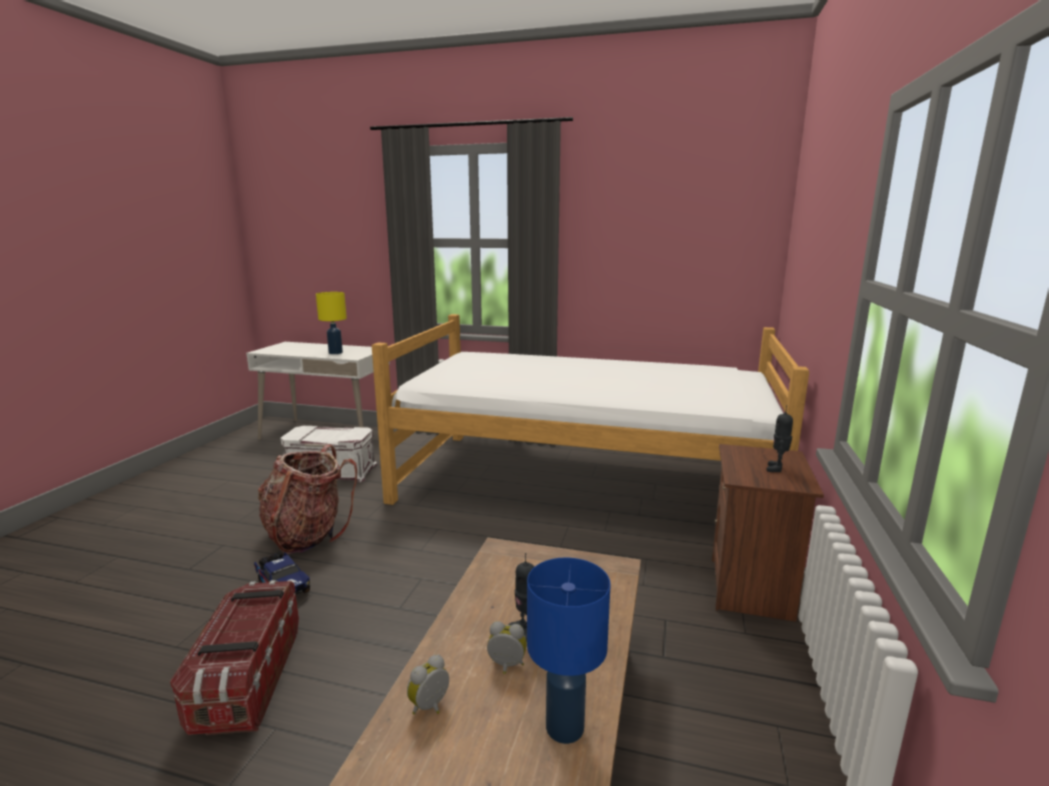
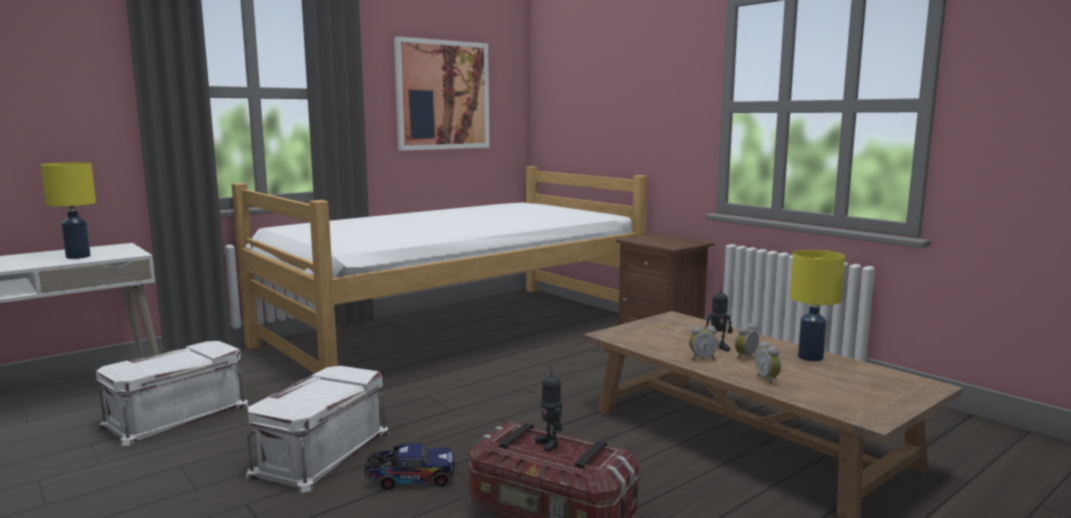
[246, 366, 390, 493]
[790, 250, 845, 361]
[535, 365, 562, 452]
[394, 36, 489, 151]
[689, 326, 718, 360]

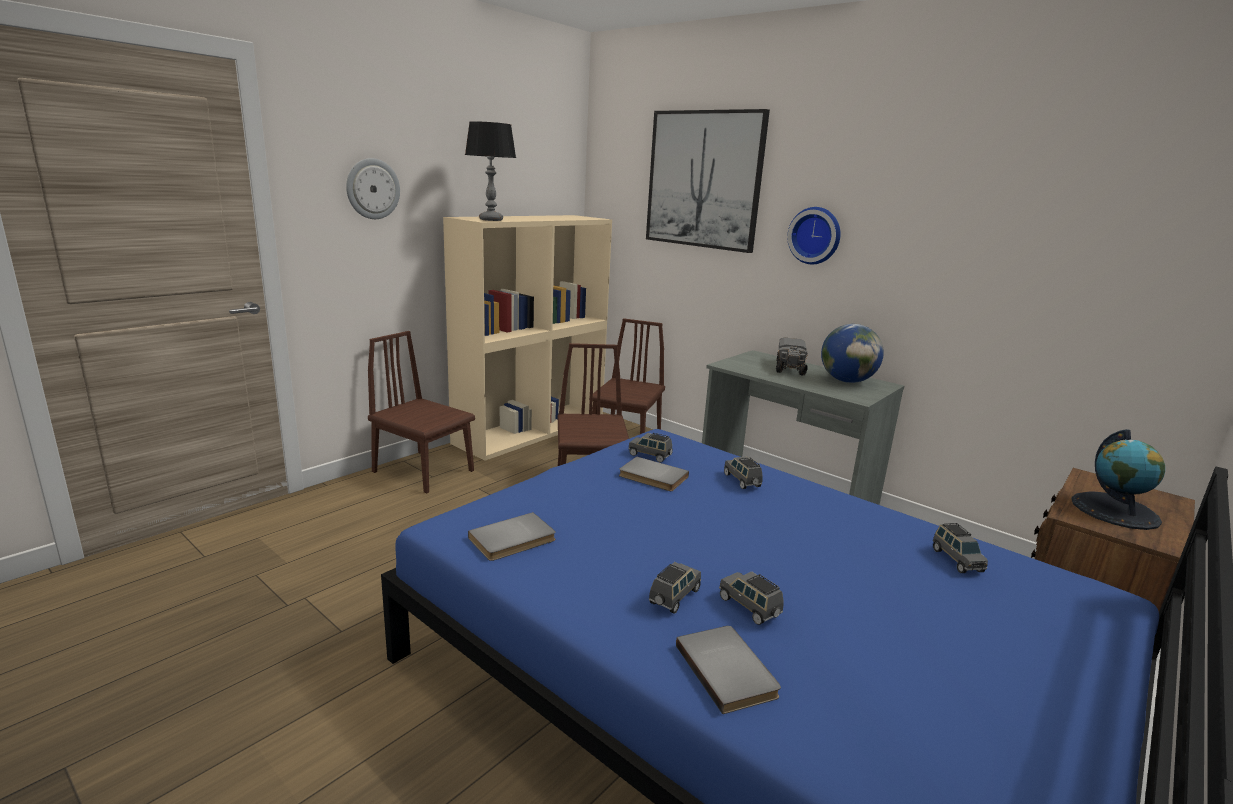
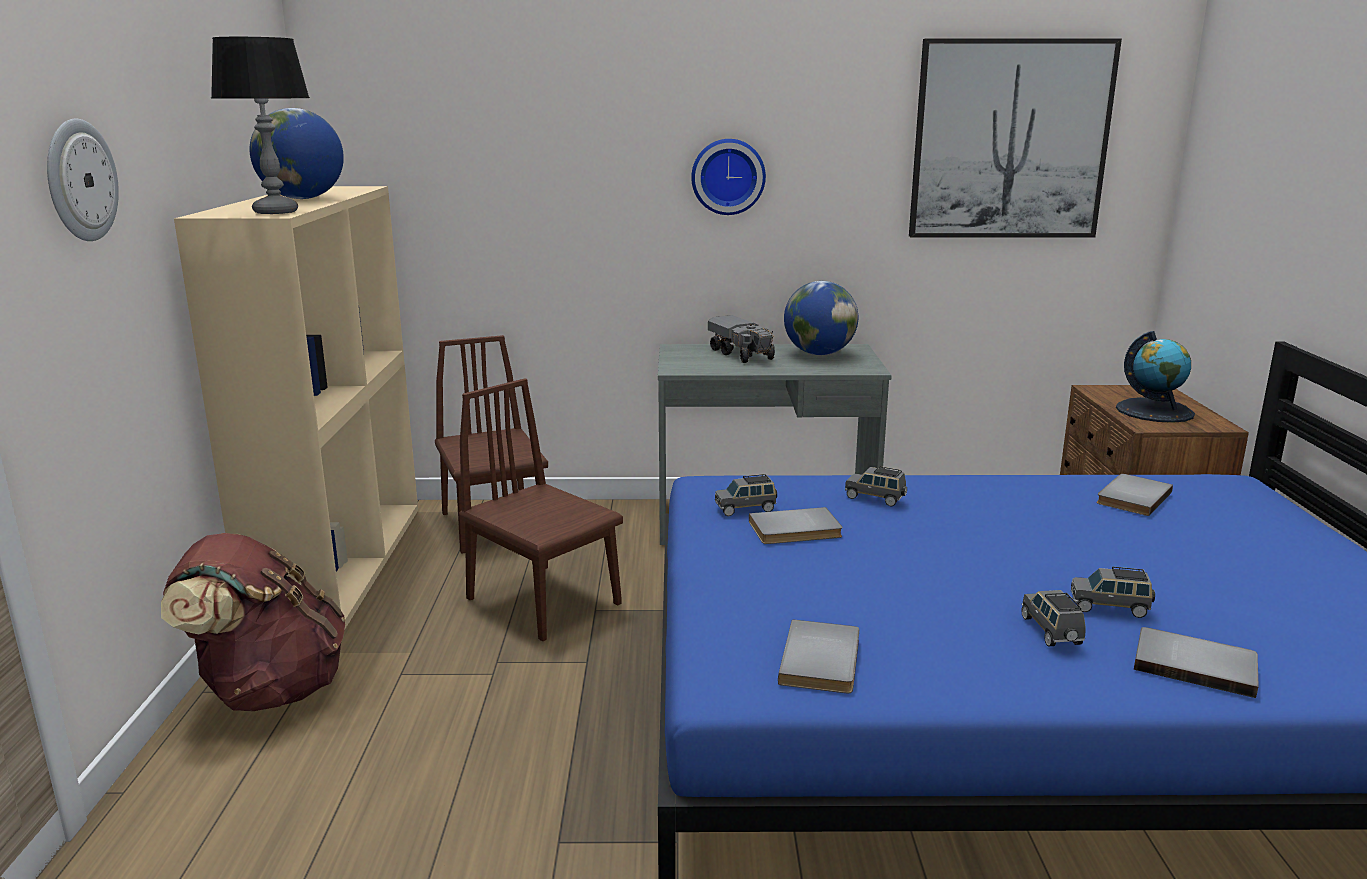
[161, 533, 346, 711]
[909, 39, 1122, 238]
[1097, 474, 1173, 516]
[250, 108, 344, 199]

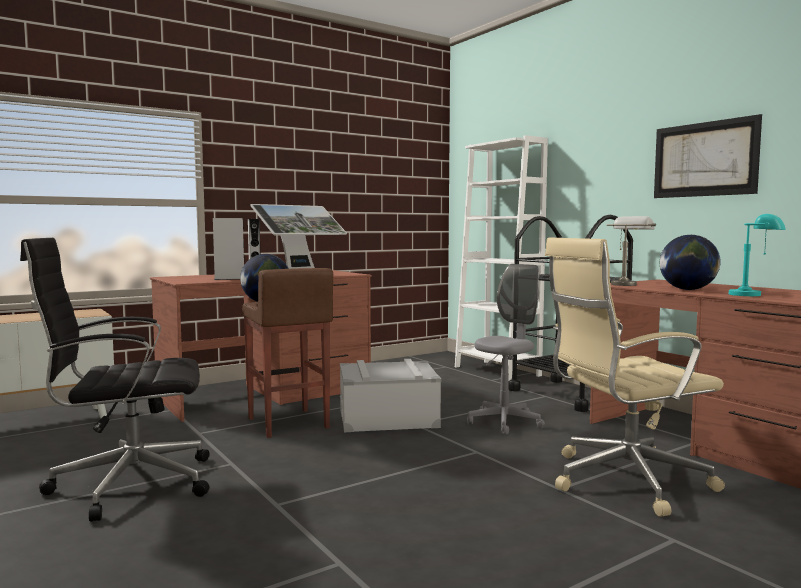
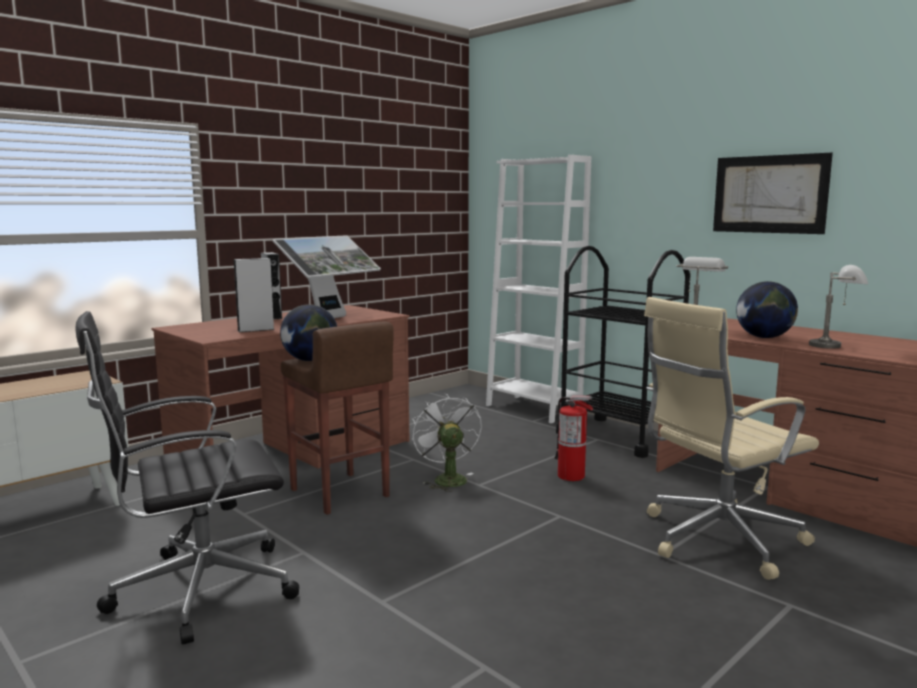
[412, 393, 482, 492]
[555, 396, 593, 481]
[809, 265, 868, 349]

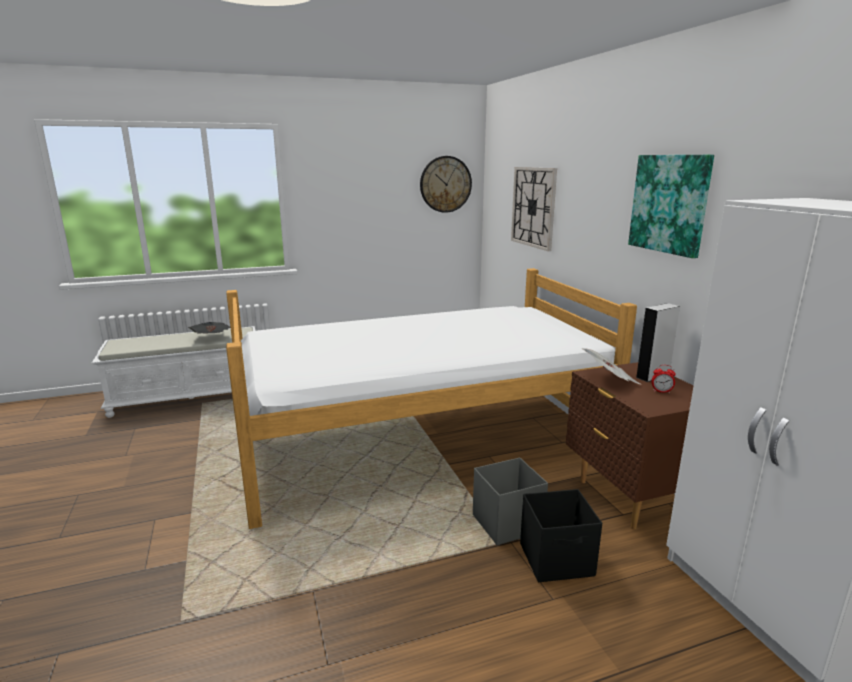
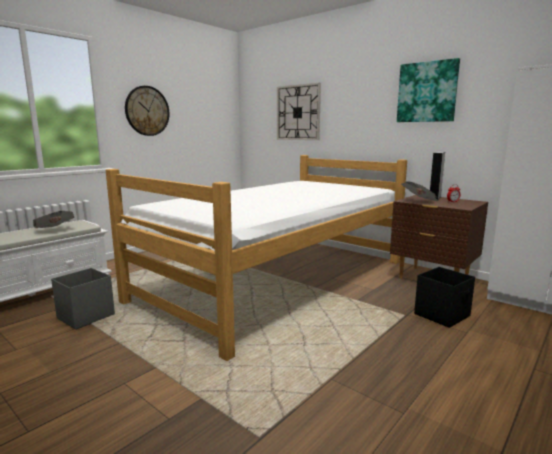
[125, 86, 169, 136]
[51, 268, 115, 330]

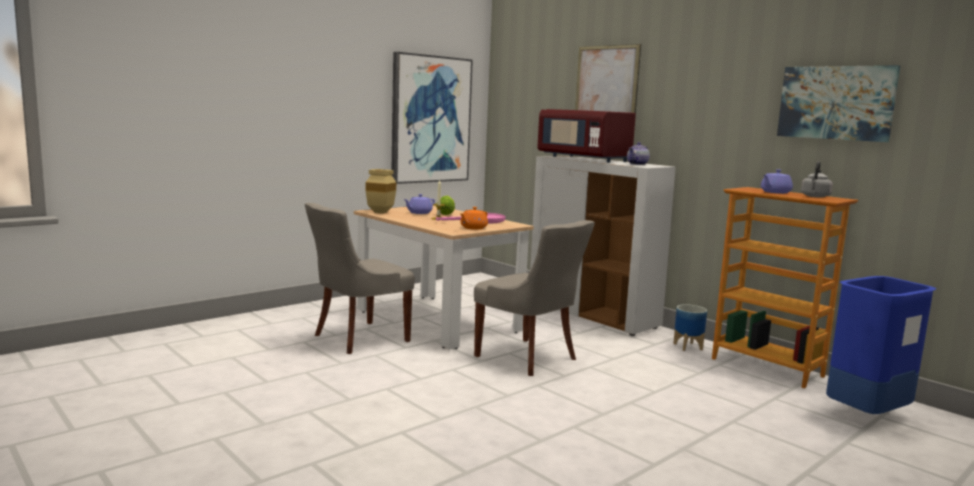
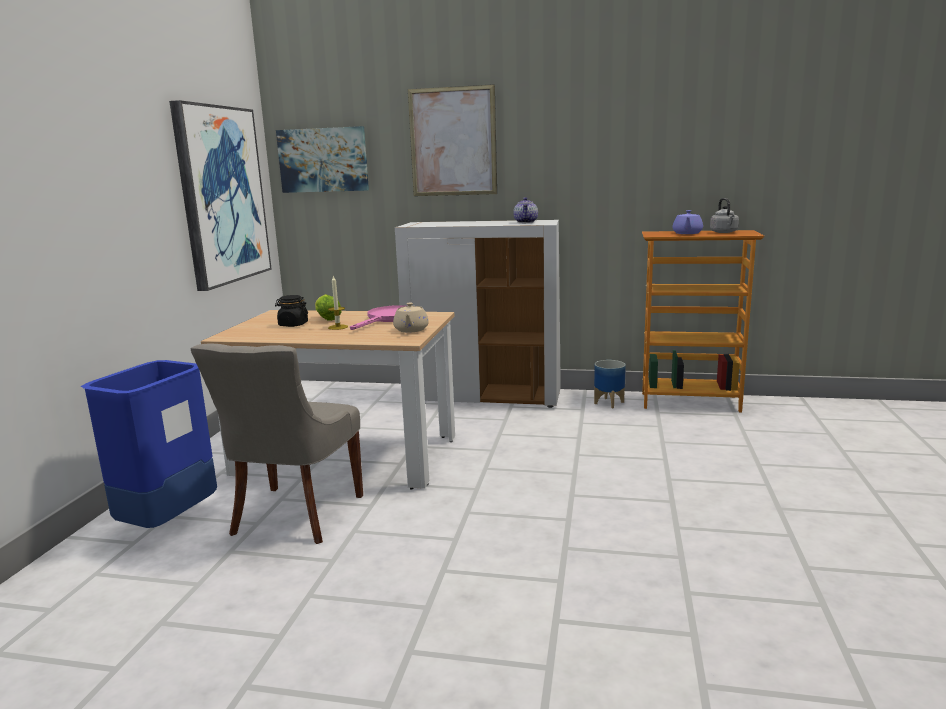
[365, 169, 396, 214] (first image)
[275, 295, 308, 327]
[393, 302, 429, 333]
[474, 220, 595, 376] (first image)
[537, 109, 636, 162] (first image)
[276, 126, 369, 193]
[81, 360, 217, 528]

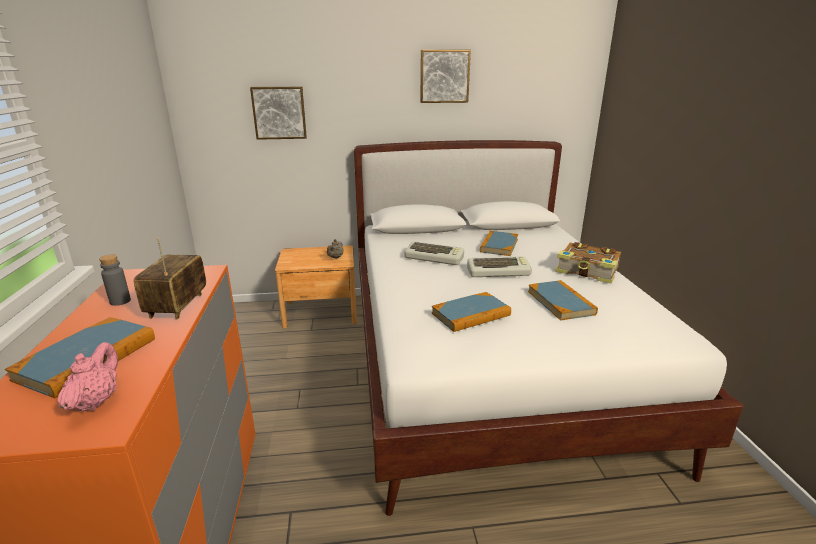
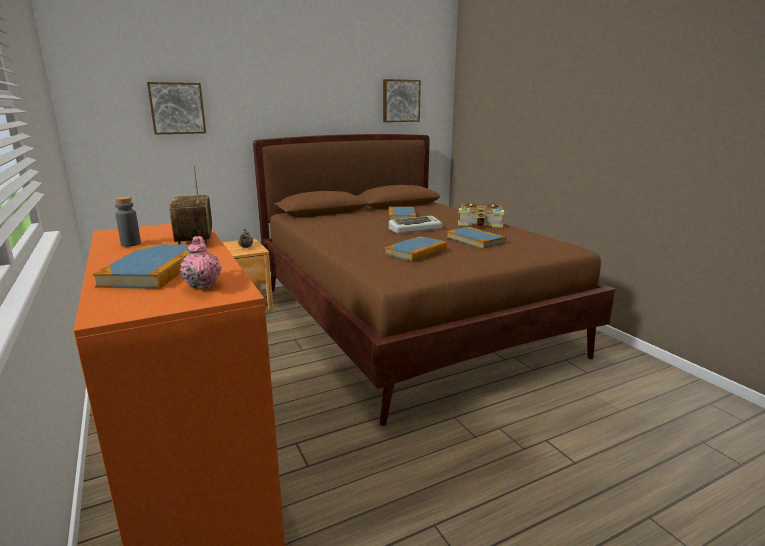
[253, 134, 615, 426]
[404, 241, 464, 265] (first image)
[383, 79, 421, 122]

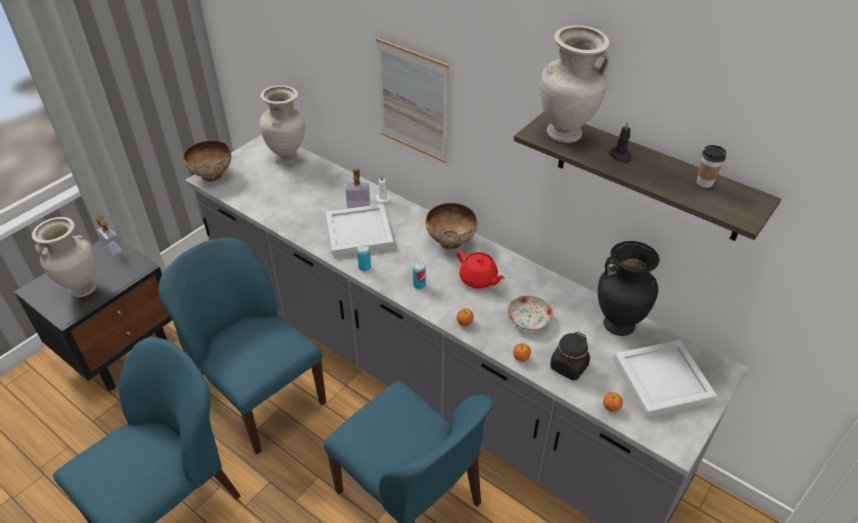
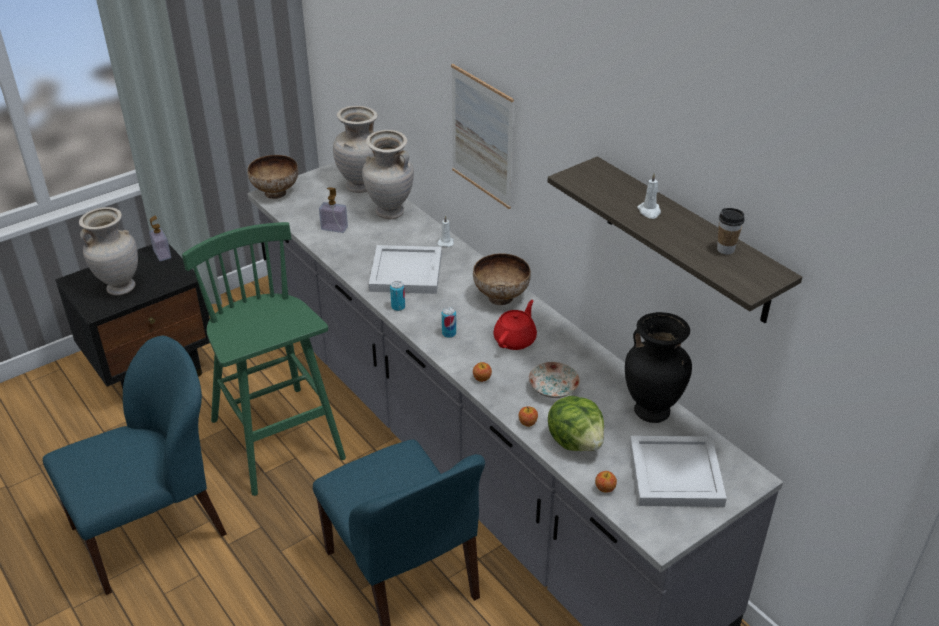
[182, 222, 346, 496]
[319, 187, 348, 233]
[493, 300, 537, 350]
[362, 130, 414, 219]
[548, 396, 604, 451]
[637, 173, 661, 219]

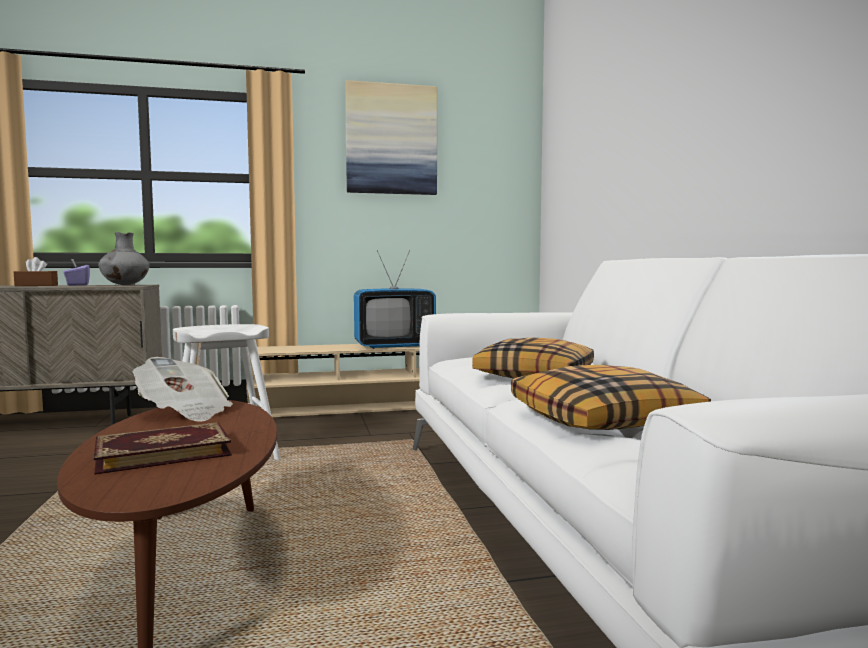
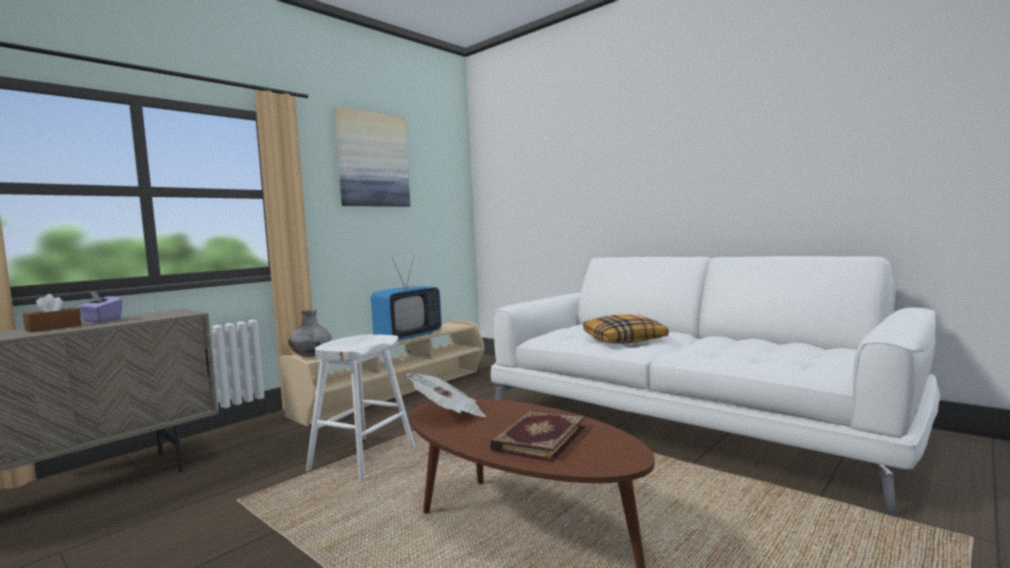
[288, 310, 331, 357]
[511, 365, 711, 430] (first image)

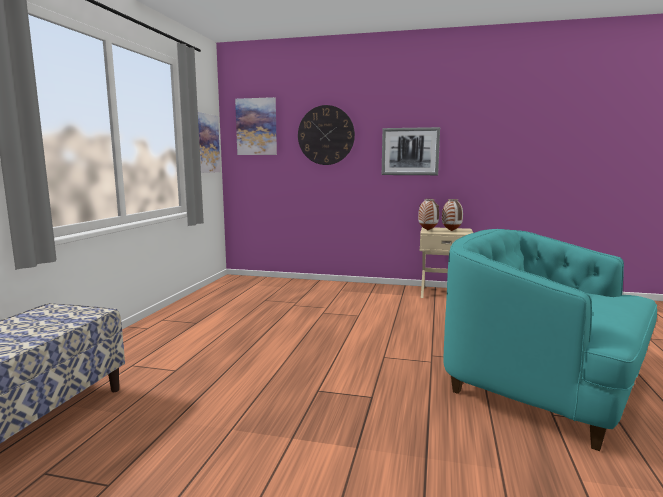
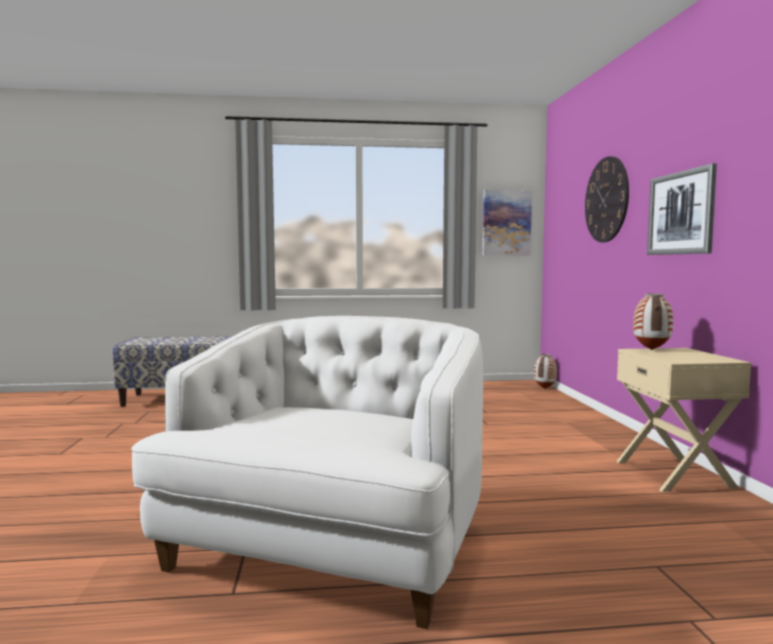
[235, 97, 277, 155] (first image)
[534, 354, 557, 388]
[131, 316, 483, 629]

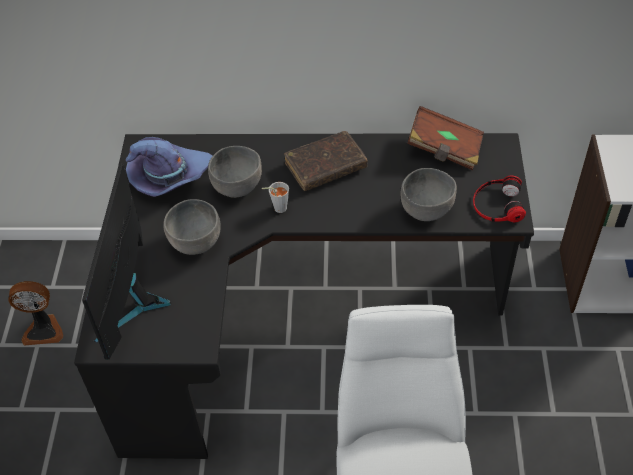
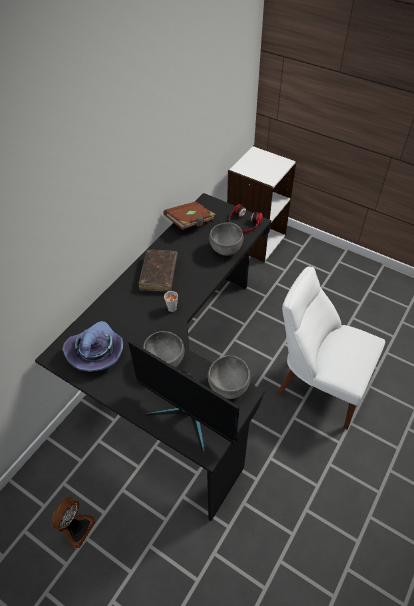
[208, 355, 251, 399]

